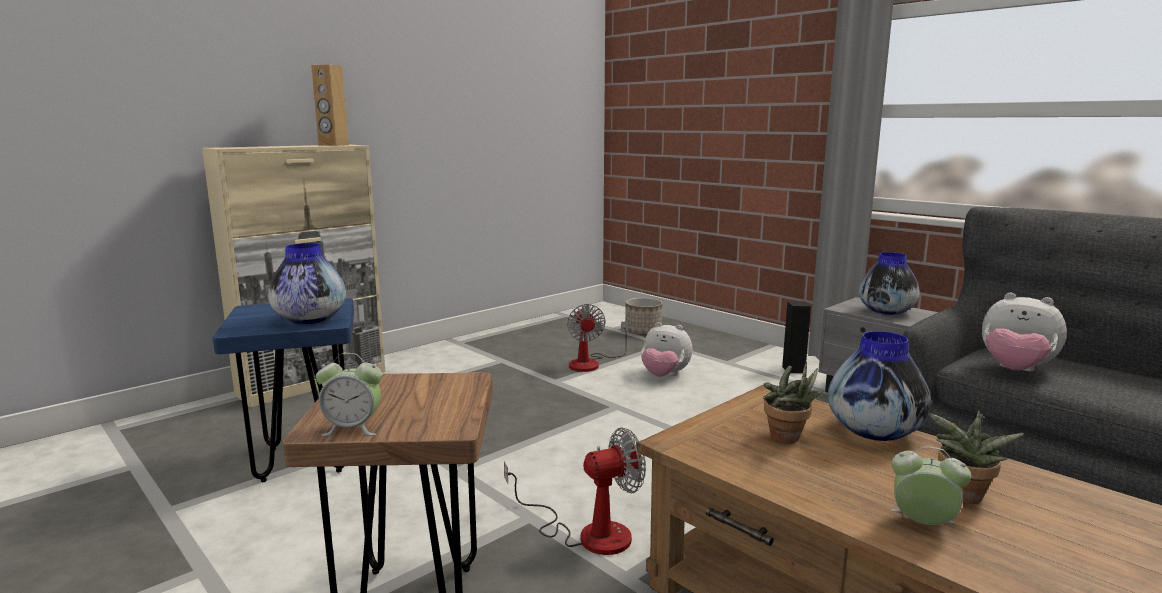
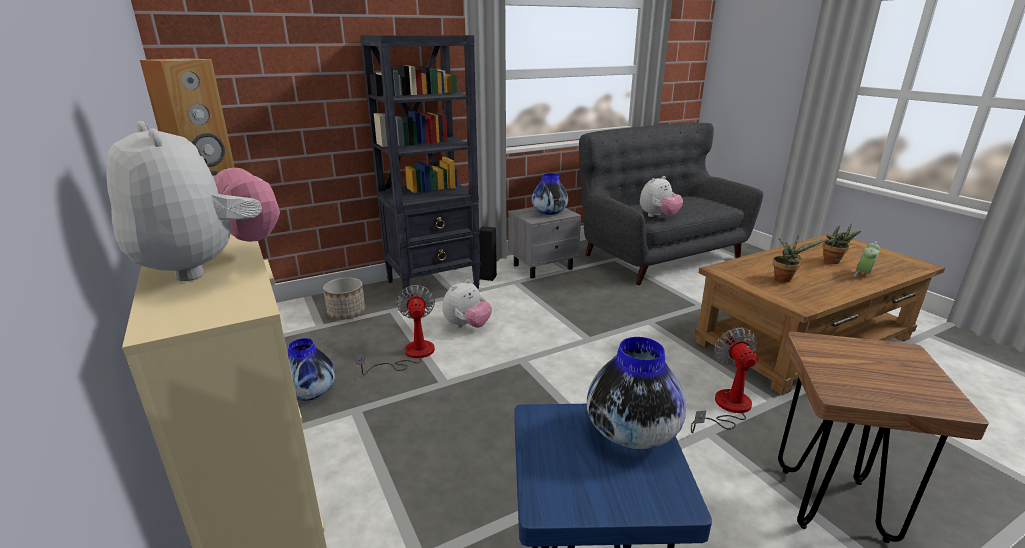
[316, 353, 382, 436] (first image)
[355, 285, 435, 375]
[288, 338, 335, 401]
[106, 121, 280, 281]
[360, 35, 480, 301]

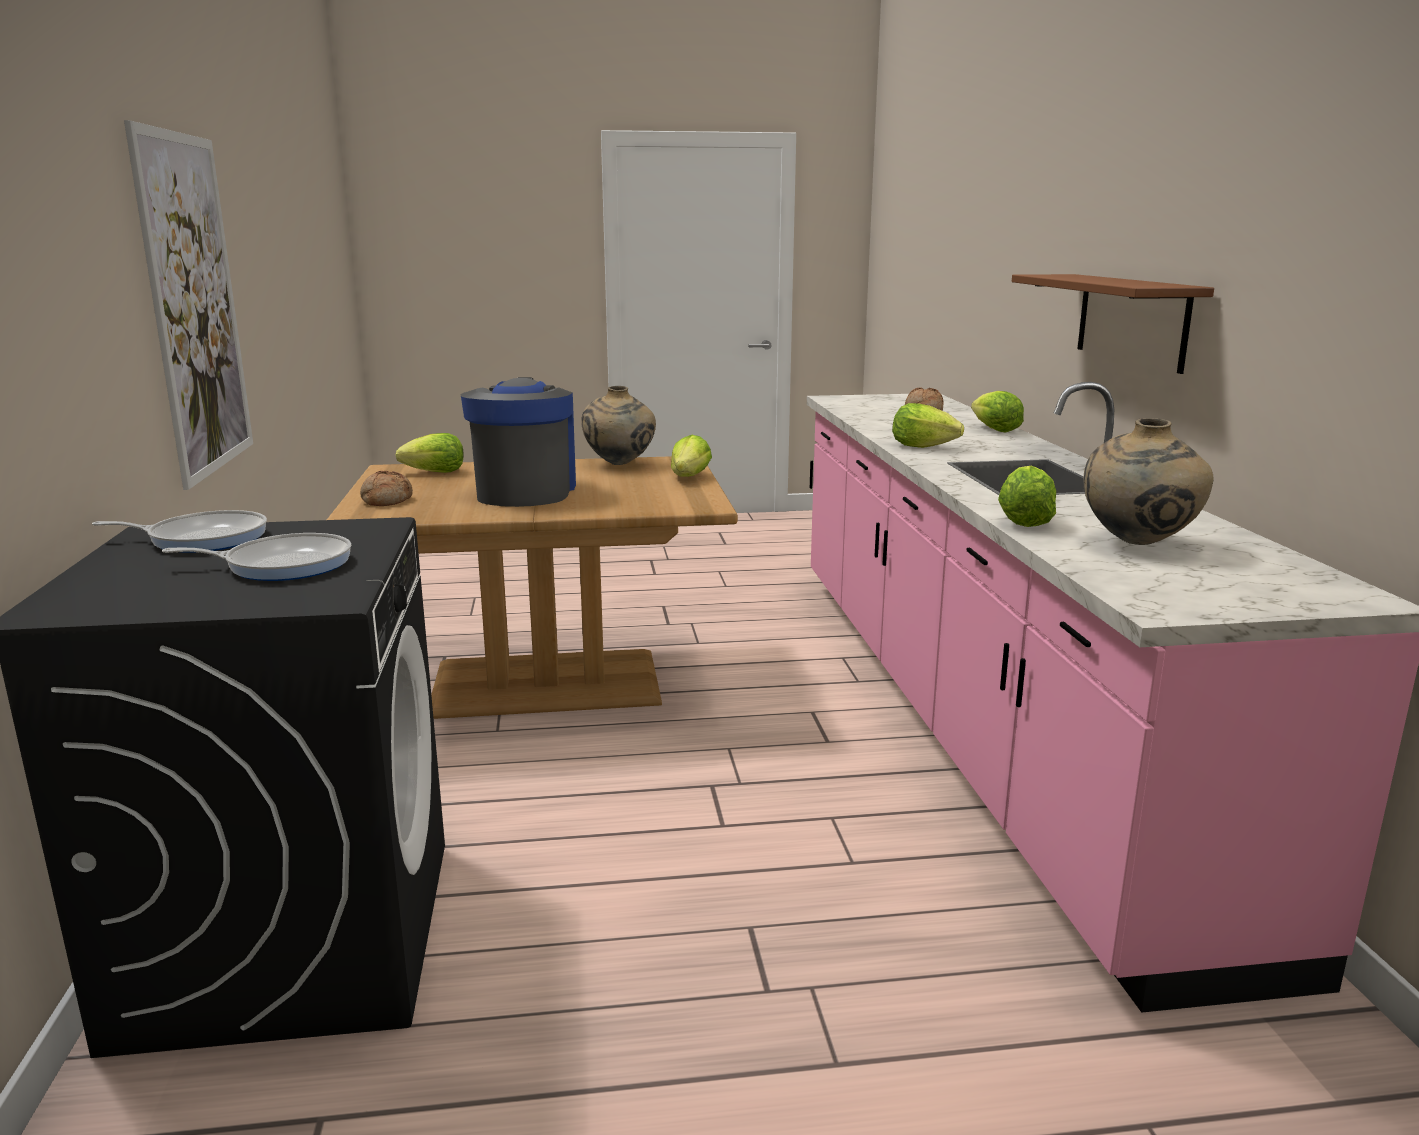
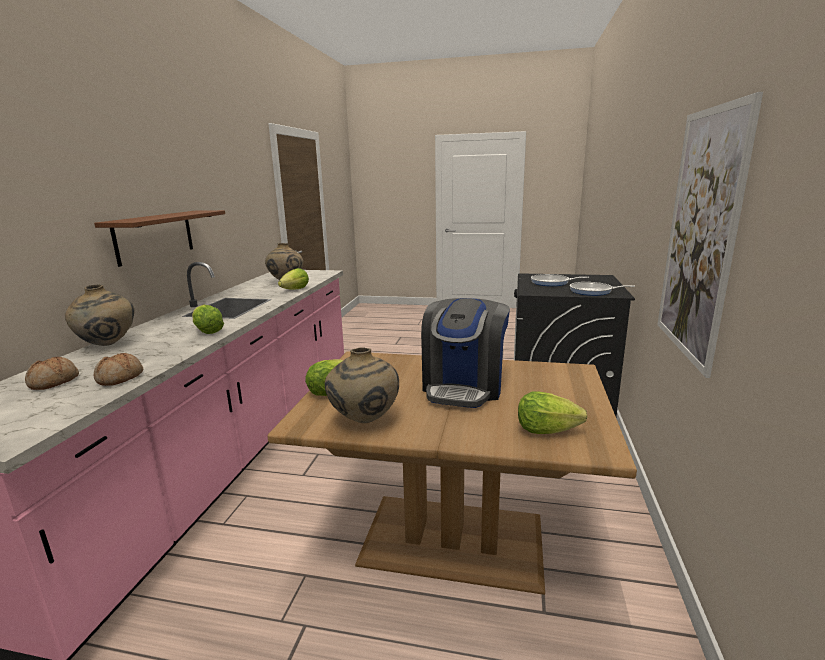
[94, 353, 143, 386]
[65, 284, 134, 346]

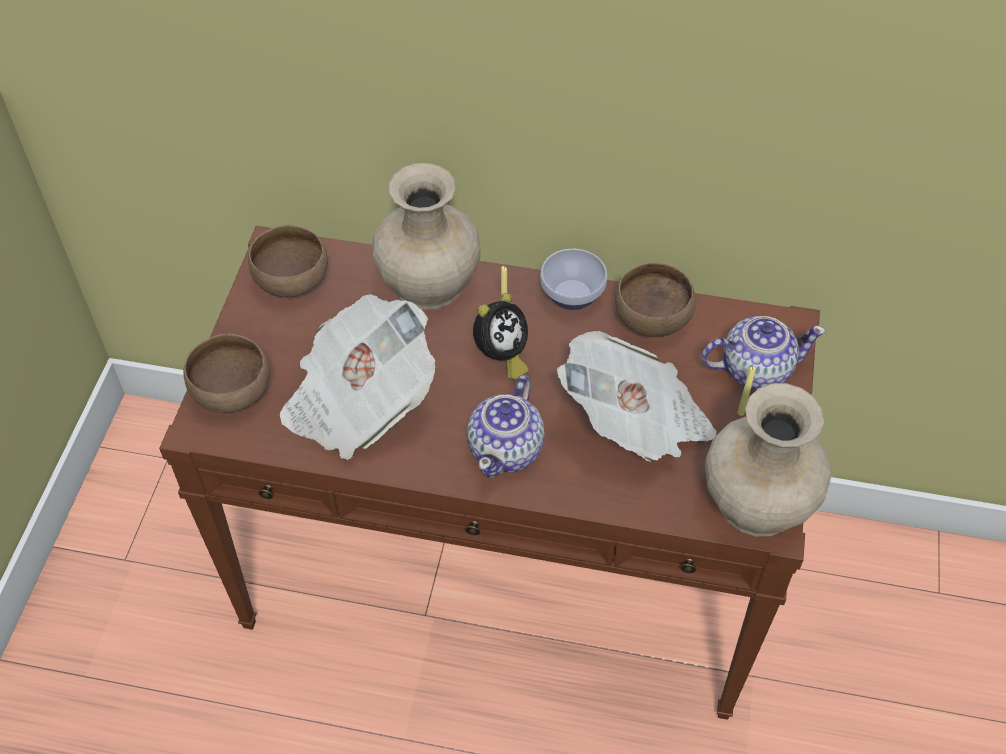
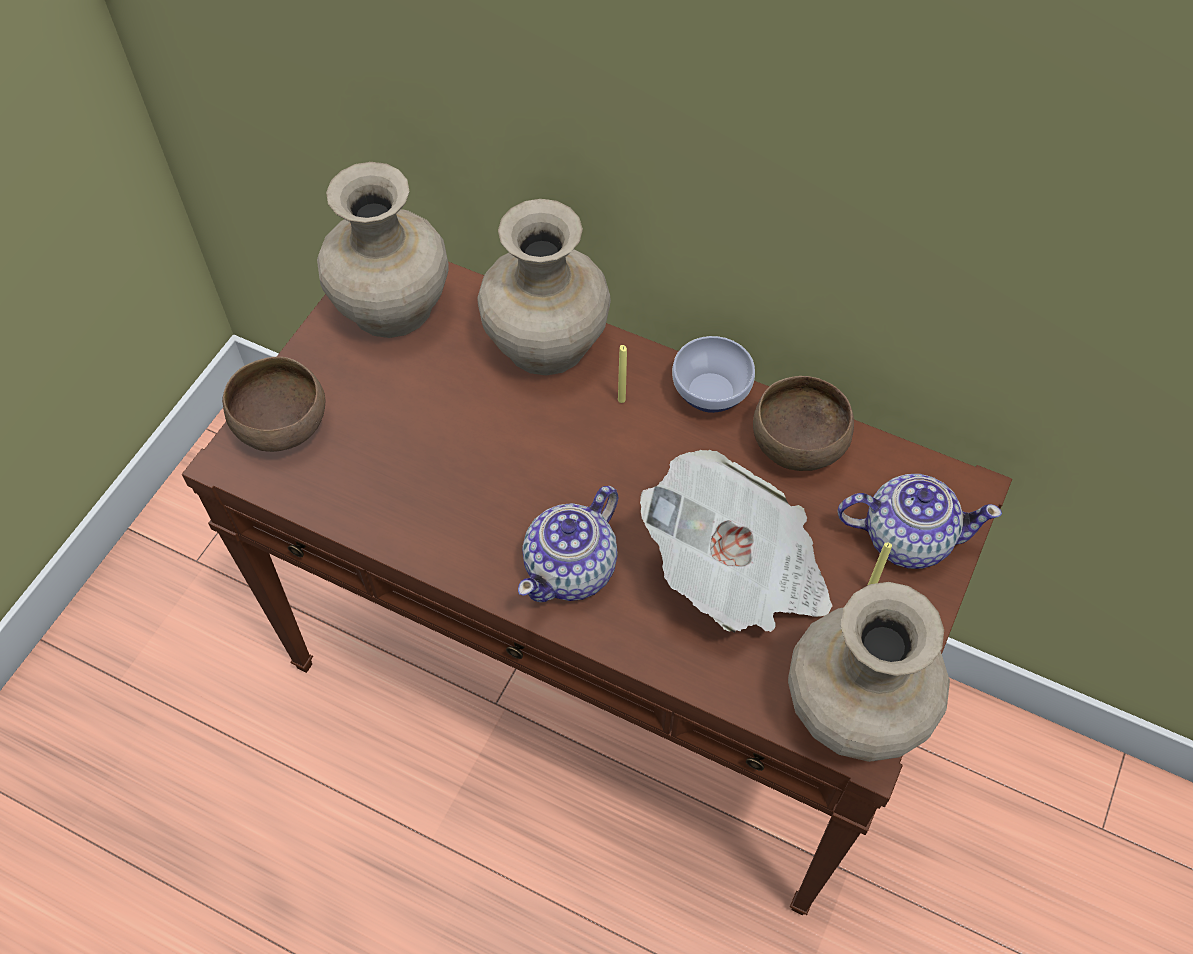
[317, 162, 449, 338]
[280, 294, 435, 460] (first image)
[473, 293, 529, 380] (first image)

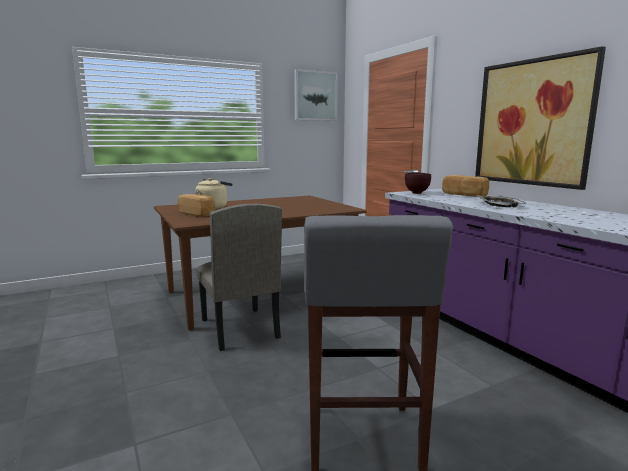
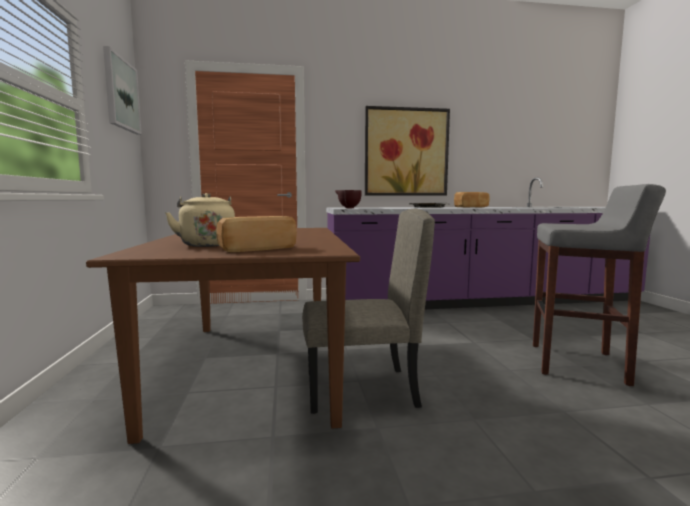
[454, 192, 490, 207]

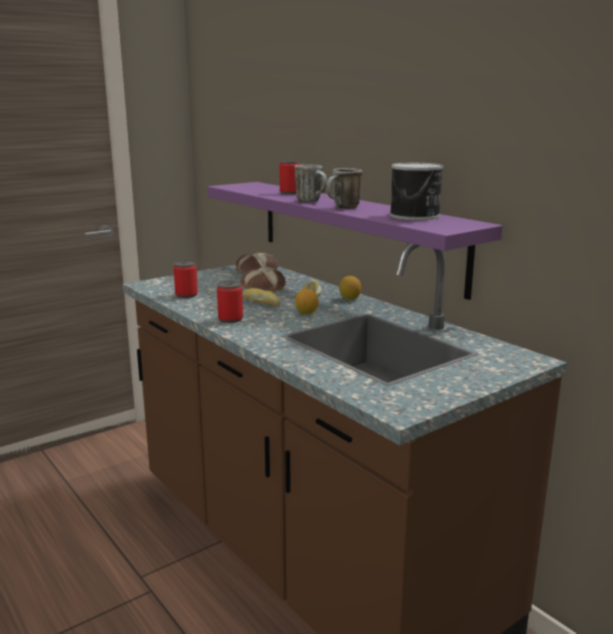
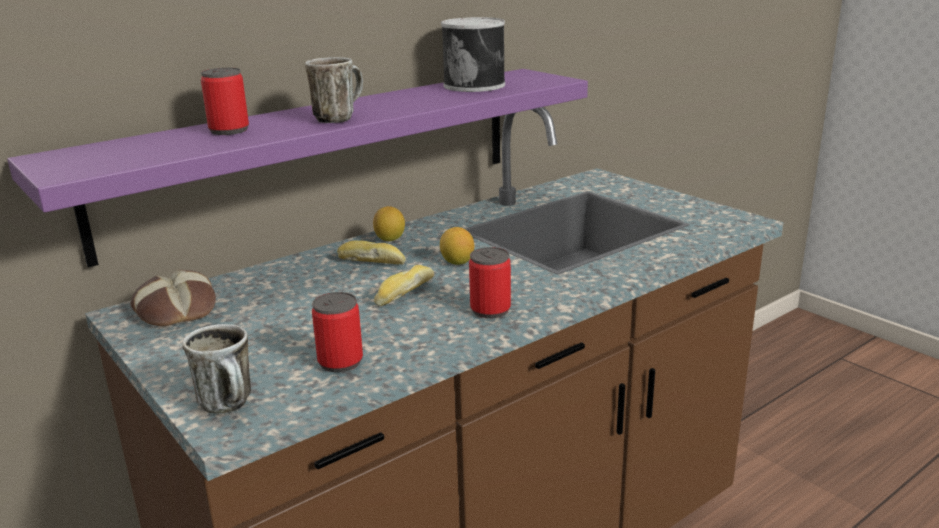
[241, 266, 286, 291] (first image)
[183, 324, 251, 414]

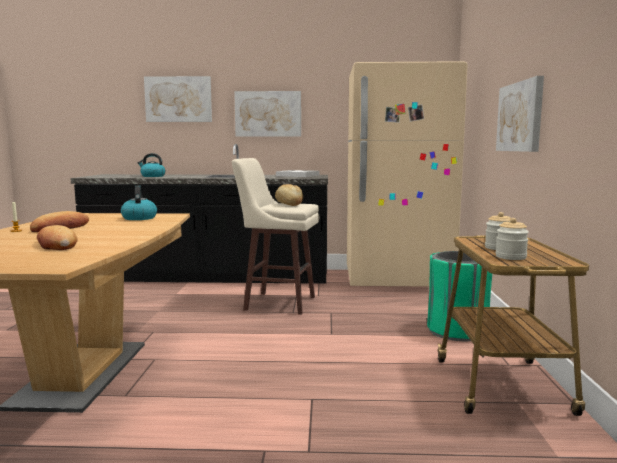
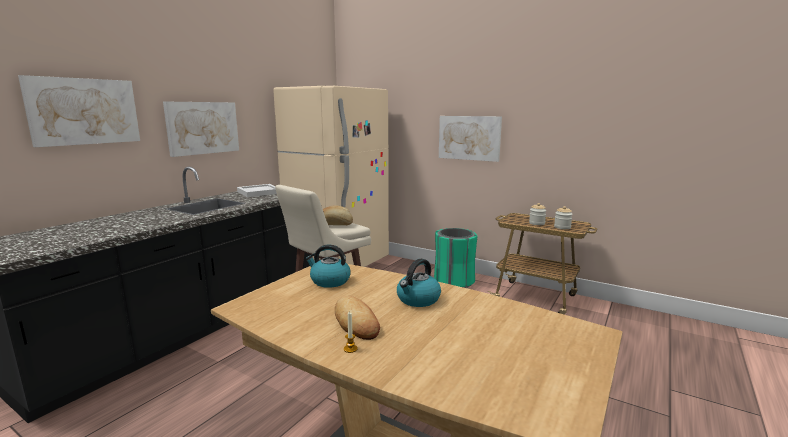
[37, 225, 78, 250] (first image)
[397, 259, 441, 307]

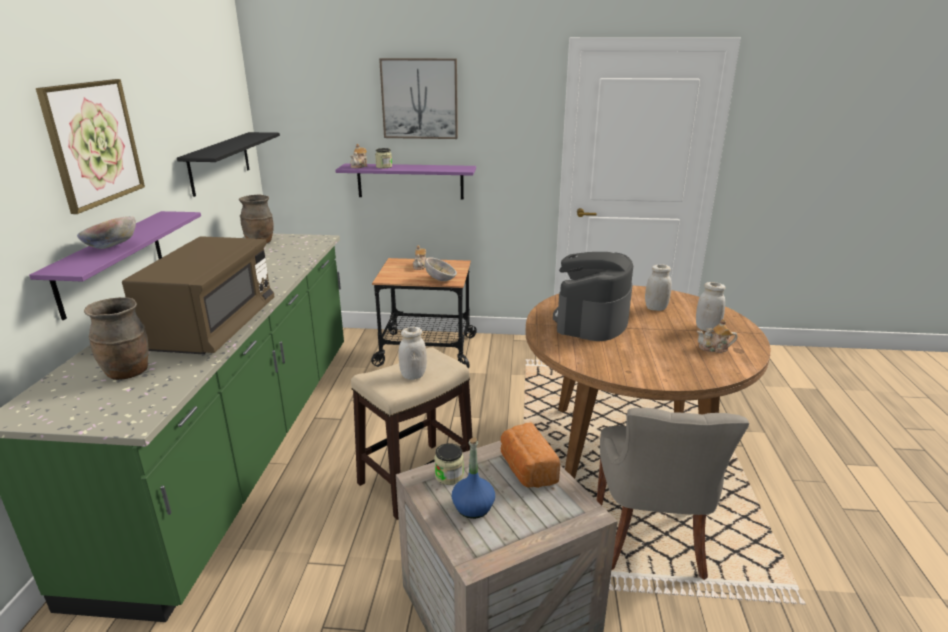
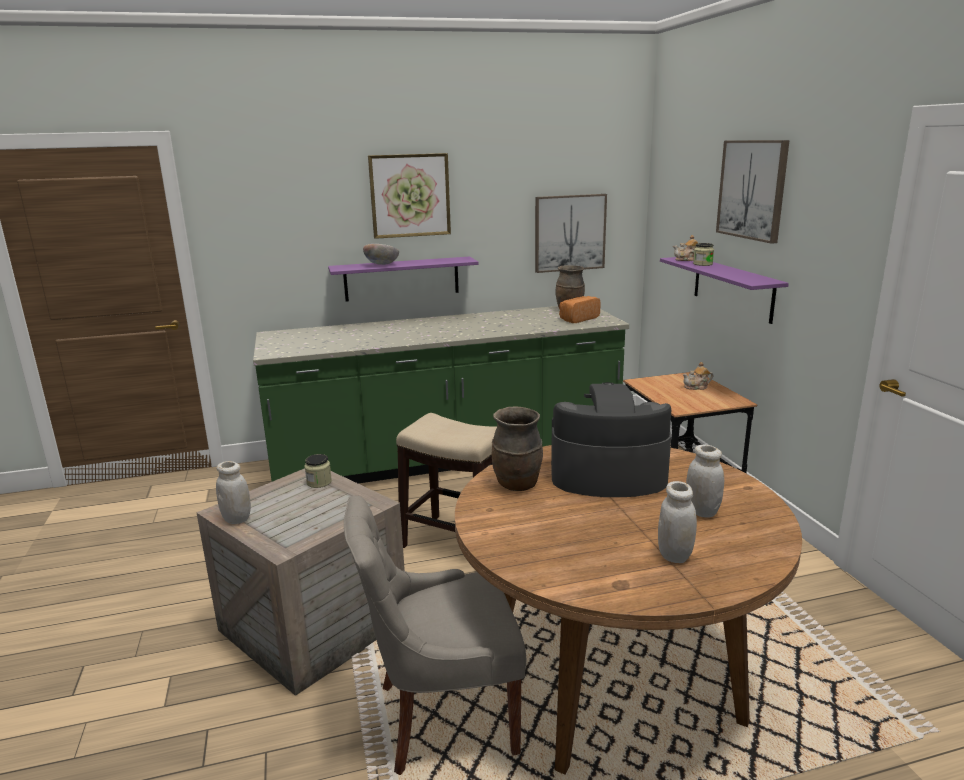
[492, 407, 543, 491]
[122, 236, 275, 354] (first image)
[535, 194, 607, 273]
[216, 461, 251, 524]
[425, 257, 457, 281] (first image)
[452, 438, 495, 519] (first image)
[559, 296, 600, 323]
[697, 319, 738, 353] (first image)

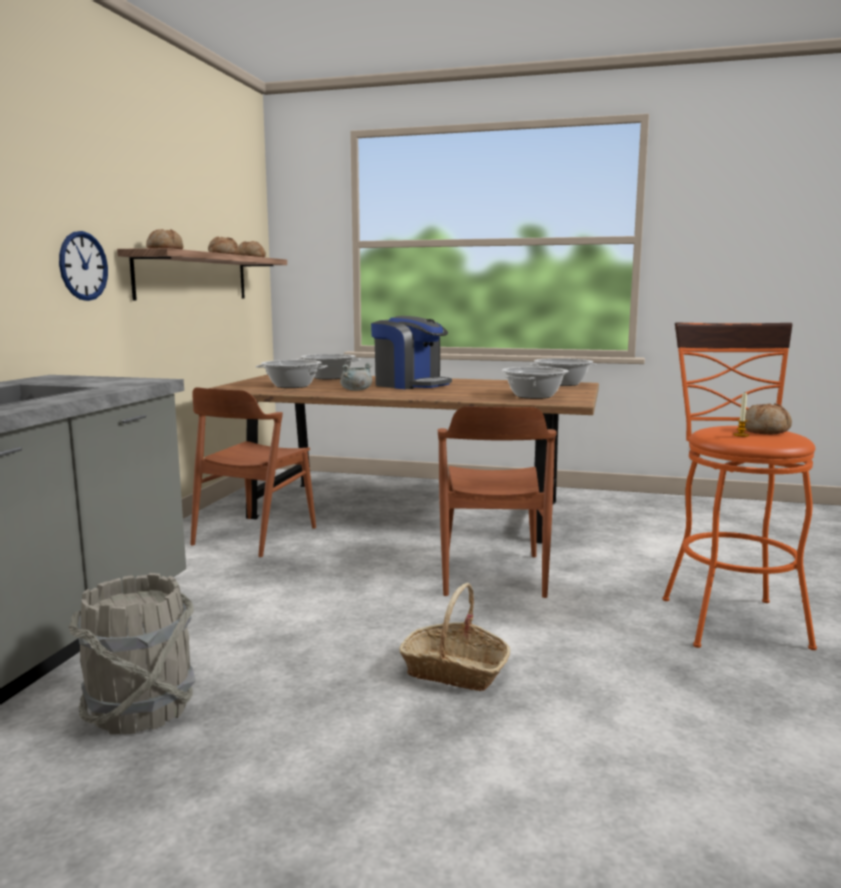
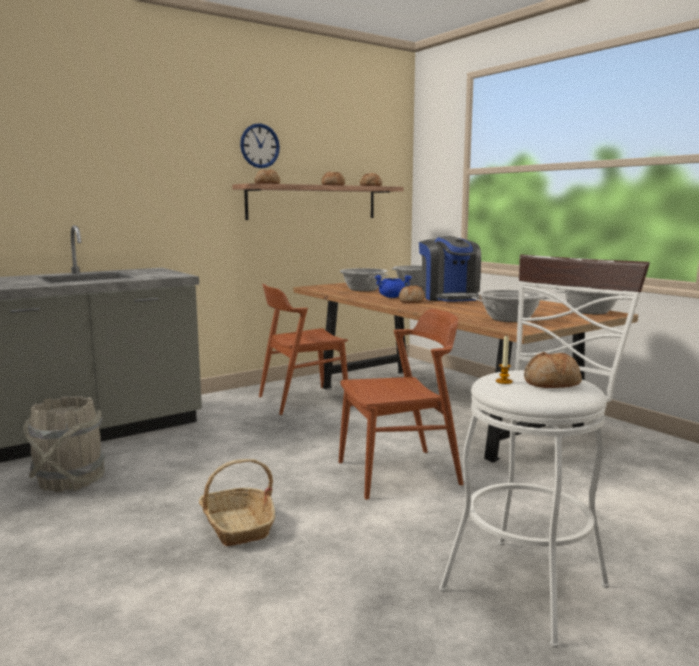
[240, 123, 280, 168]
[375, 275, 412, 298]
[339, 309, 463, 500]
[439, 255, 650, 648]
[399, 285, 425, 304]

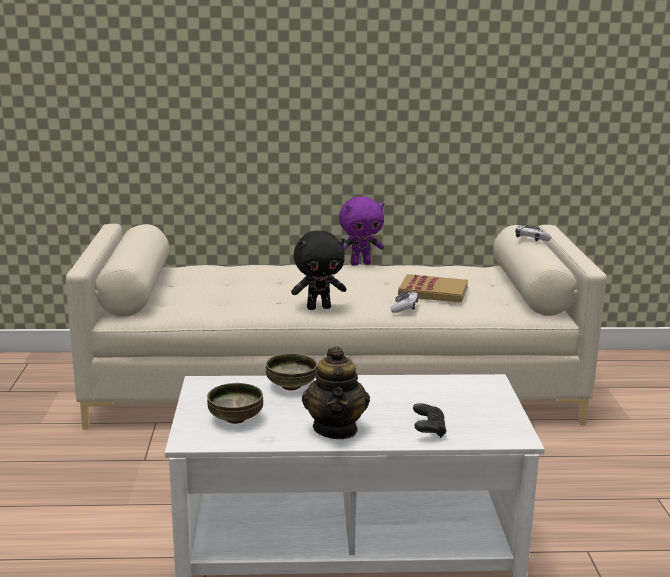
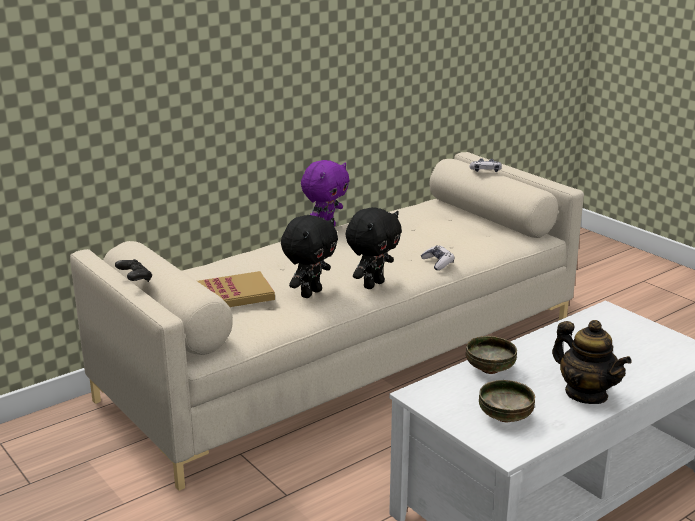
[197, 271, 275, 307]
[115, 259, 152, 282]
[281, 215, 338, 298]

